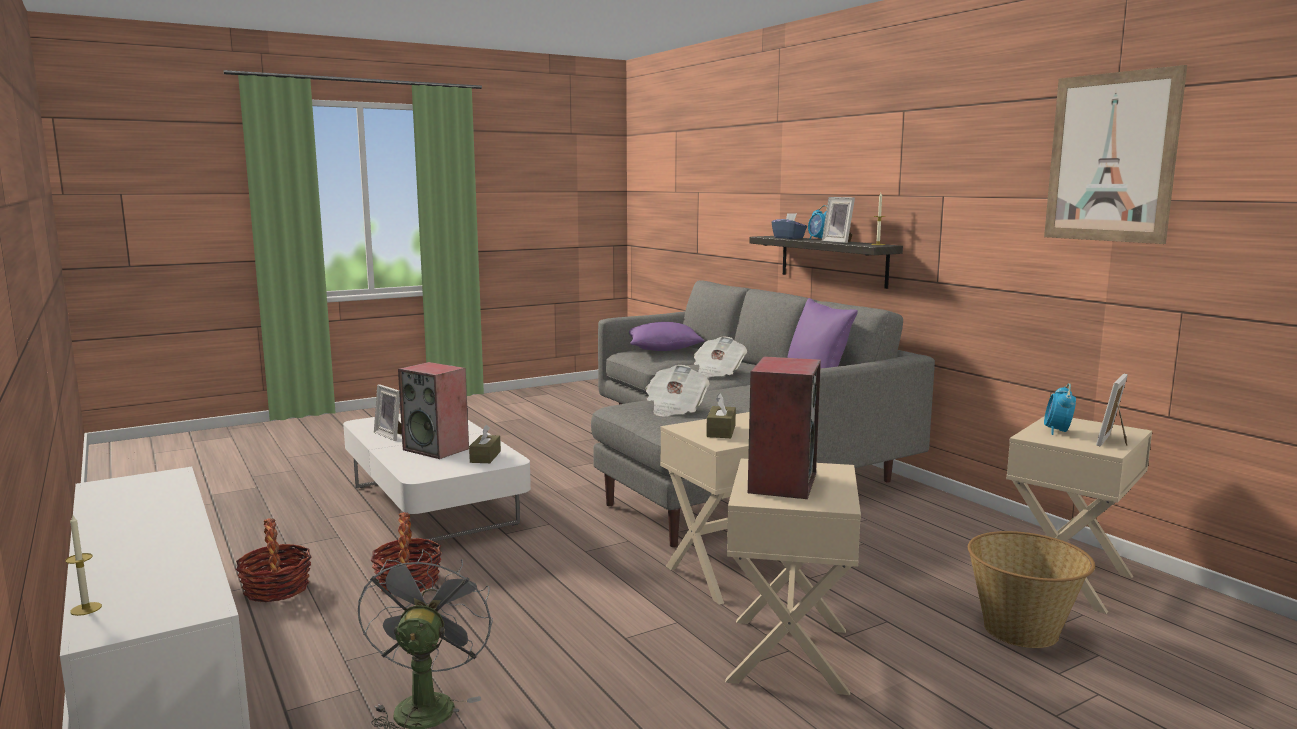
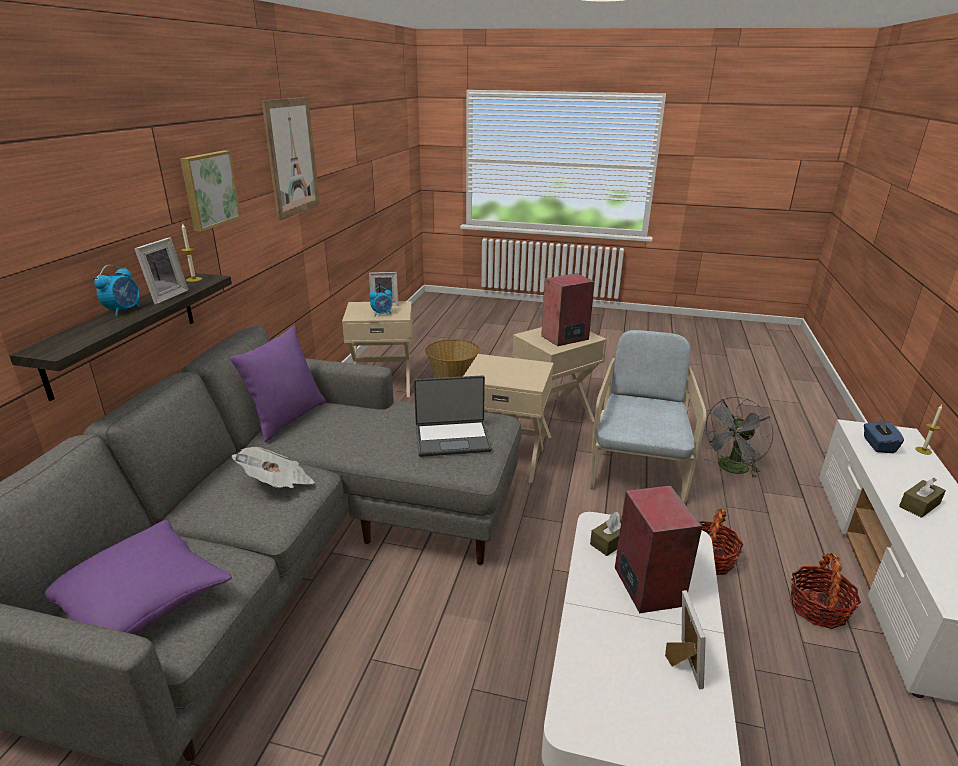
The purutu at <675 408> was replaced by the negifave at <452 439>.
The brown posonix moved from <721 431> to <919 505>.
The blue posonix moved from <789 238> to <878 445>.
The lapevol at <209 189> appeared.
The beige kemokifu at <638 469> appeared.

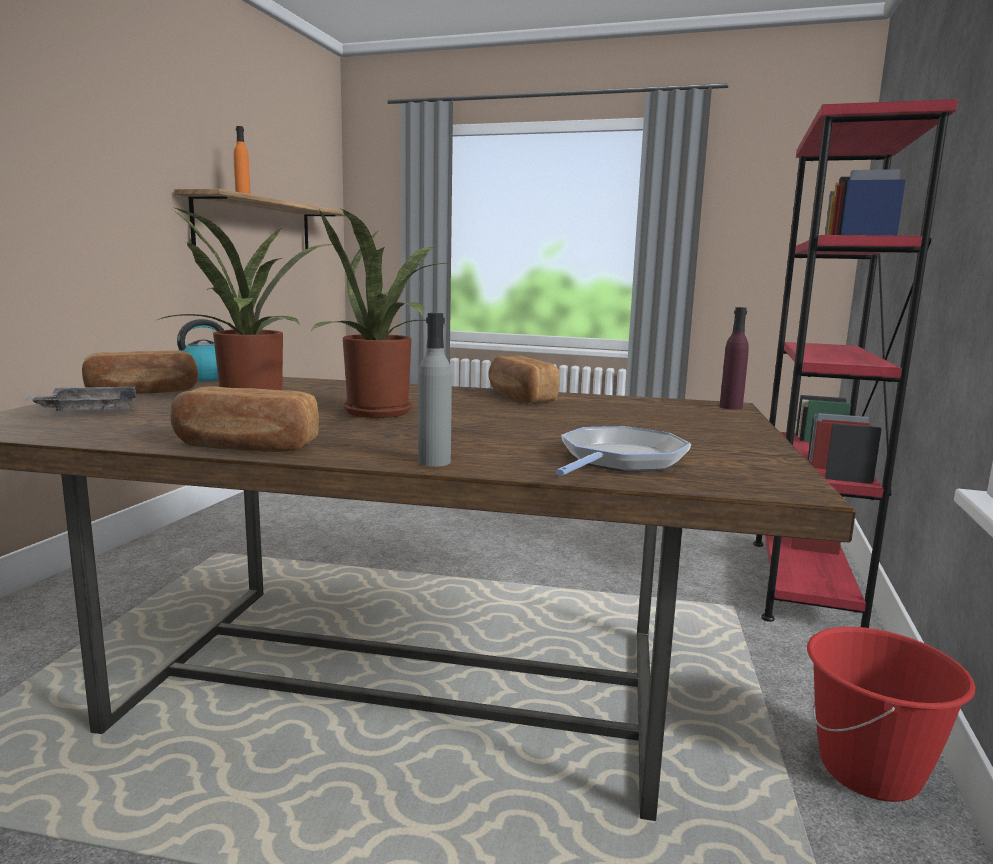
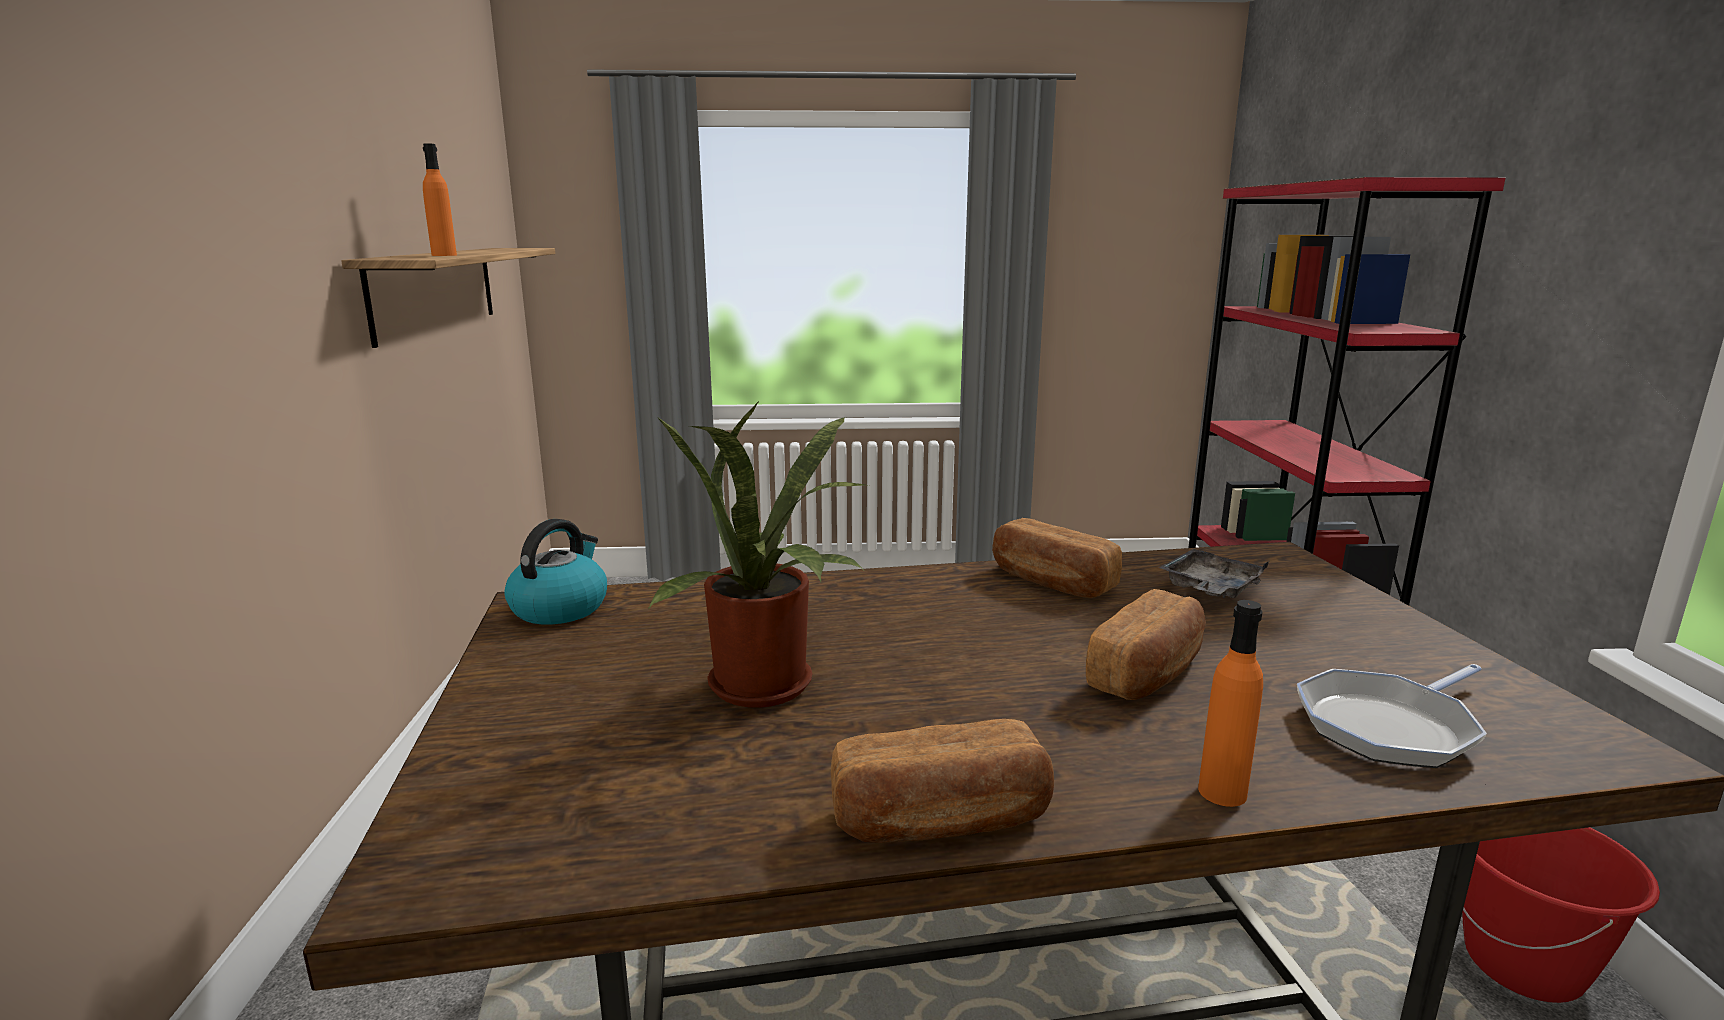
The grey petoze moved from <91 411> to <1210 588>.
The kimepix moved from <143 392> to <1148 672>.
The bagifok at <384 413> disappeared.
The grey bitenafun at <434 462> became the orange bitenafun at <1222 792>.
The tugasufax at <619 460> turned 135 degrees counterclockwise.
The purple bitenafun at <731 407> disappeared.

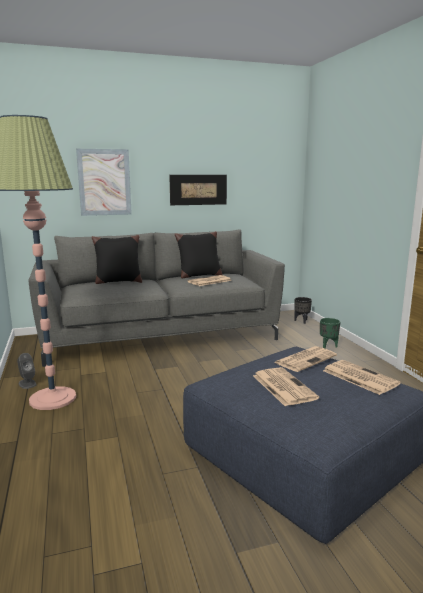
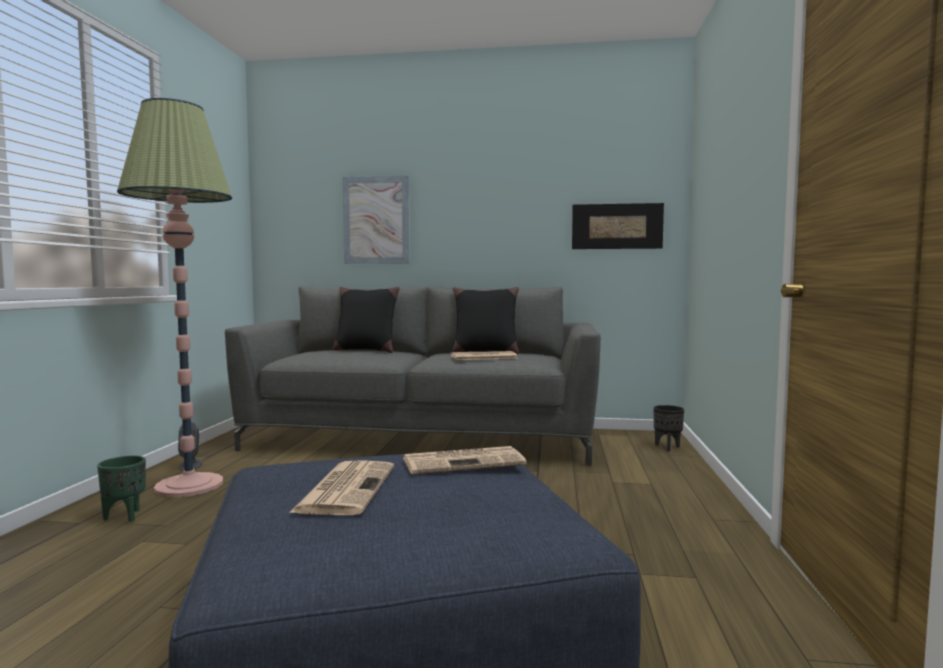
The lapevol moved from <198 189> to <617 226>.
The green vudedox moved from <328 346> to <125 516>.
The purutu at <358 377> disappeared.

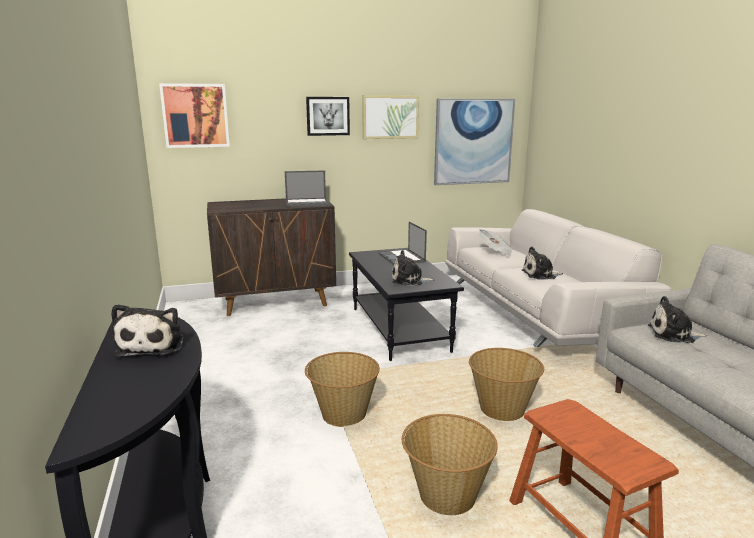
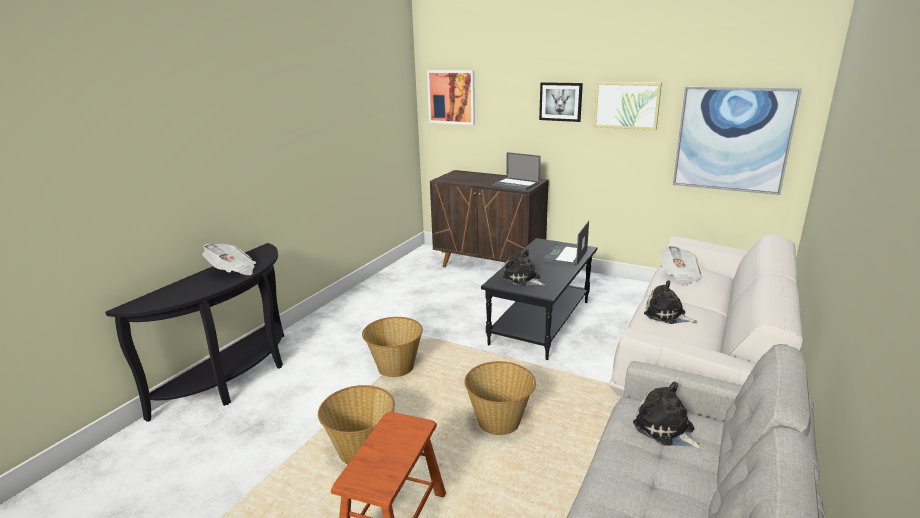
The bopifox at <153 345> was replaced by the purutu at <232 271>.

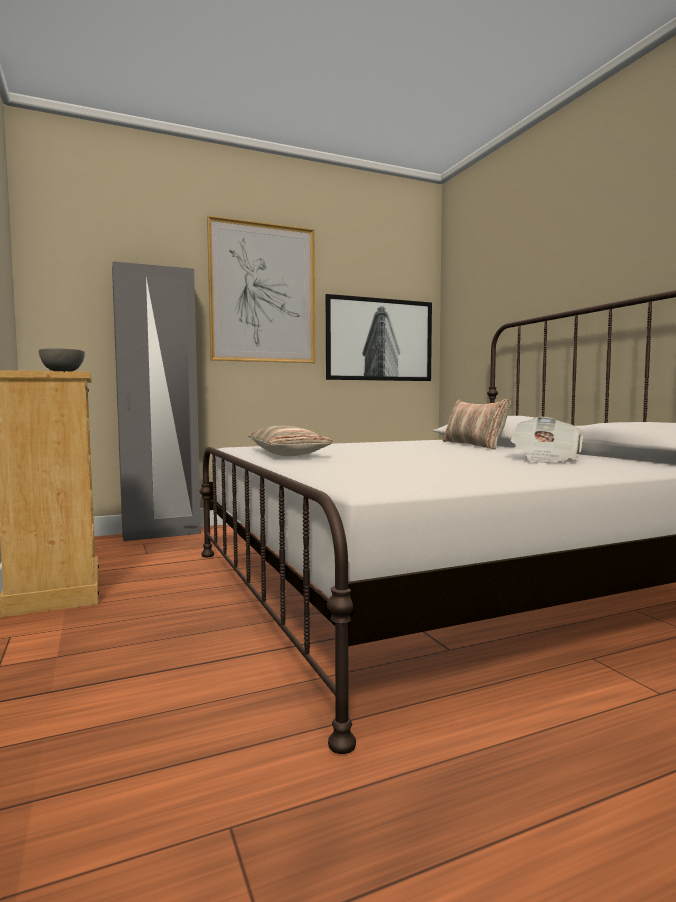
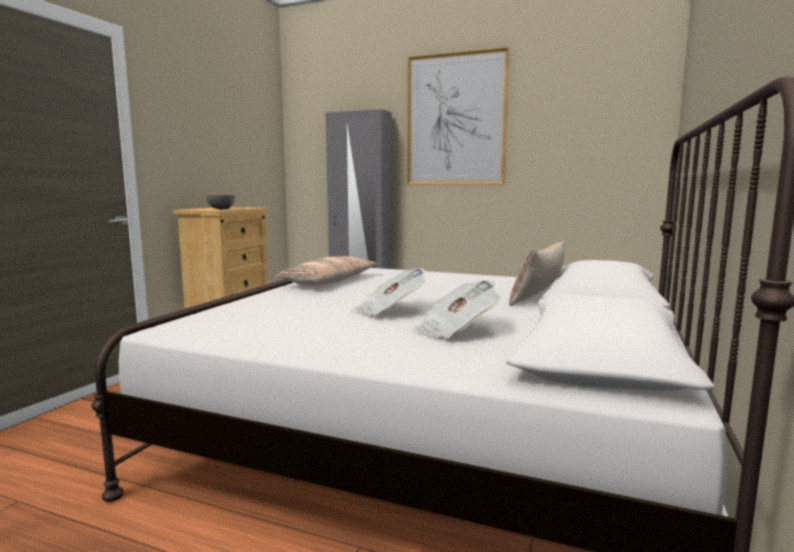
The lapevol at <380 339> disappeared.
The purutu at <388 311> appeared.

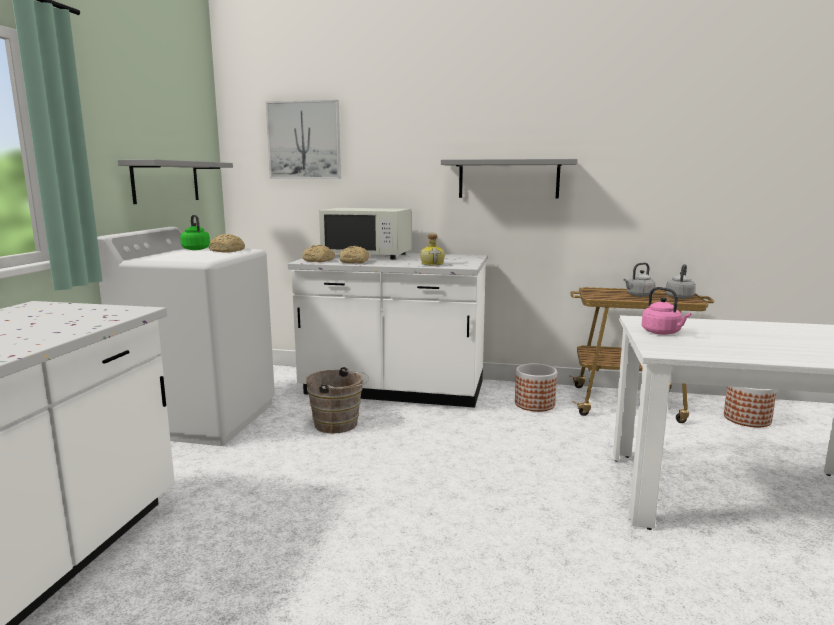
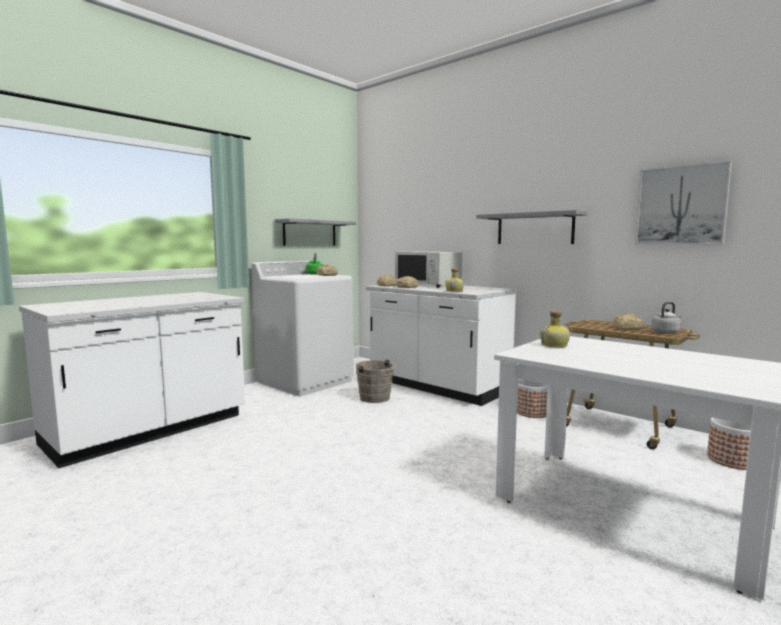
The lapevol moved from <304 140> to <681 205>.
The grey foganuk at <638 295> was replaced by the kimepix at <627 328>.
The pink foganuk at <662 333> was replaced by the bitenafun at <555 345>.

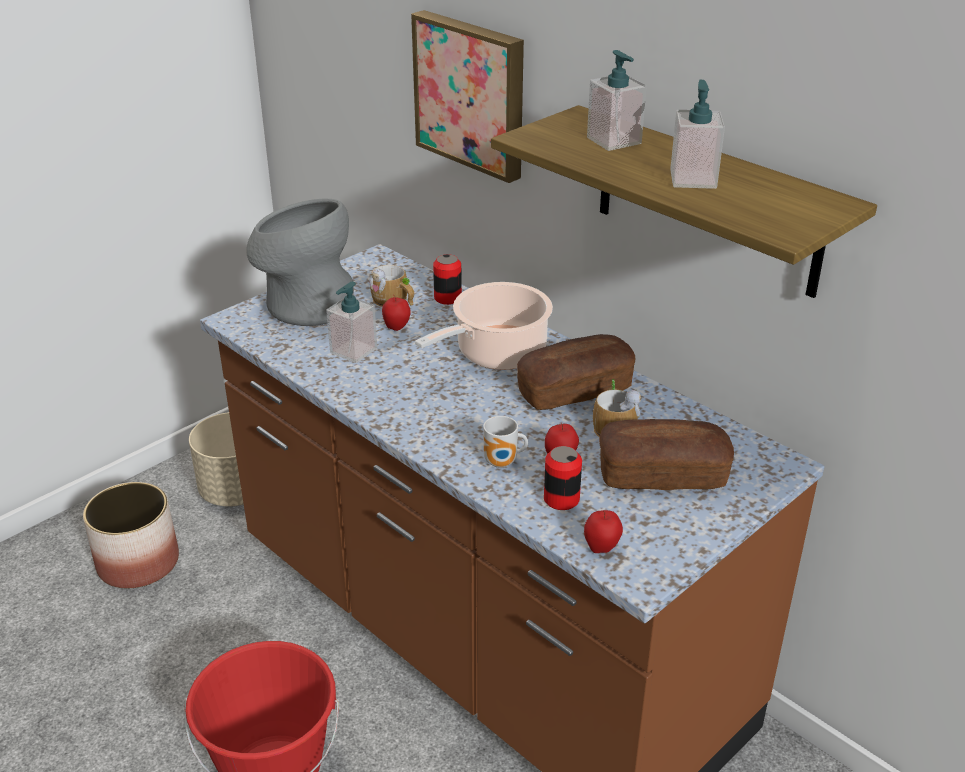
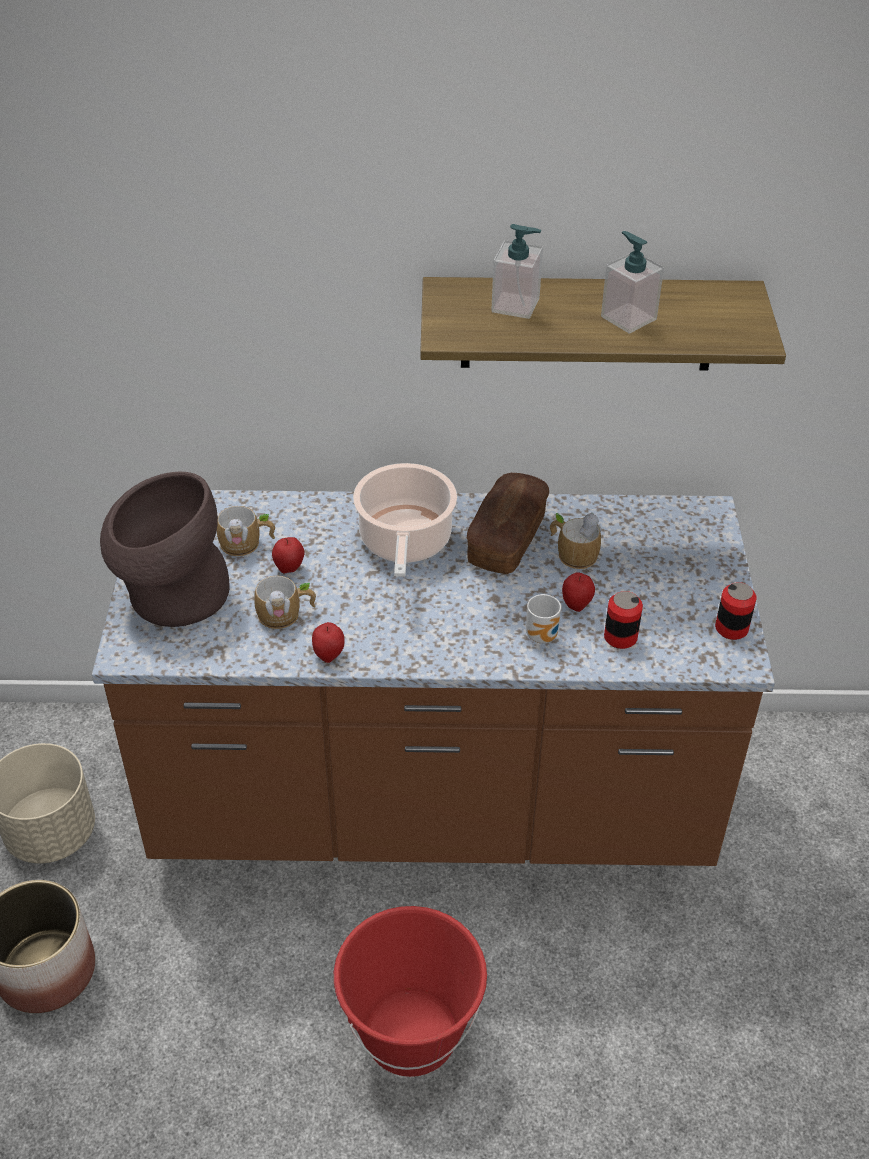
The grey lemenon at <305 304> became the brown lemenon at <170 596>.
The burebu at <353 351> was replaced by the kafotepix at <286 614>.
The lapevol at <472 94> disappeared.
The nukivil moved from <447 298> to <731 628>.
The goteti moved from <601 548> to <329 655>.
The kimepix at <662 475> disappeared.

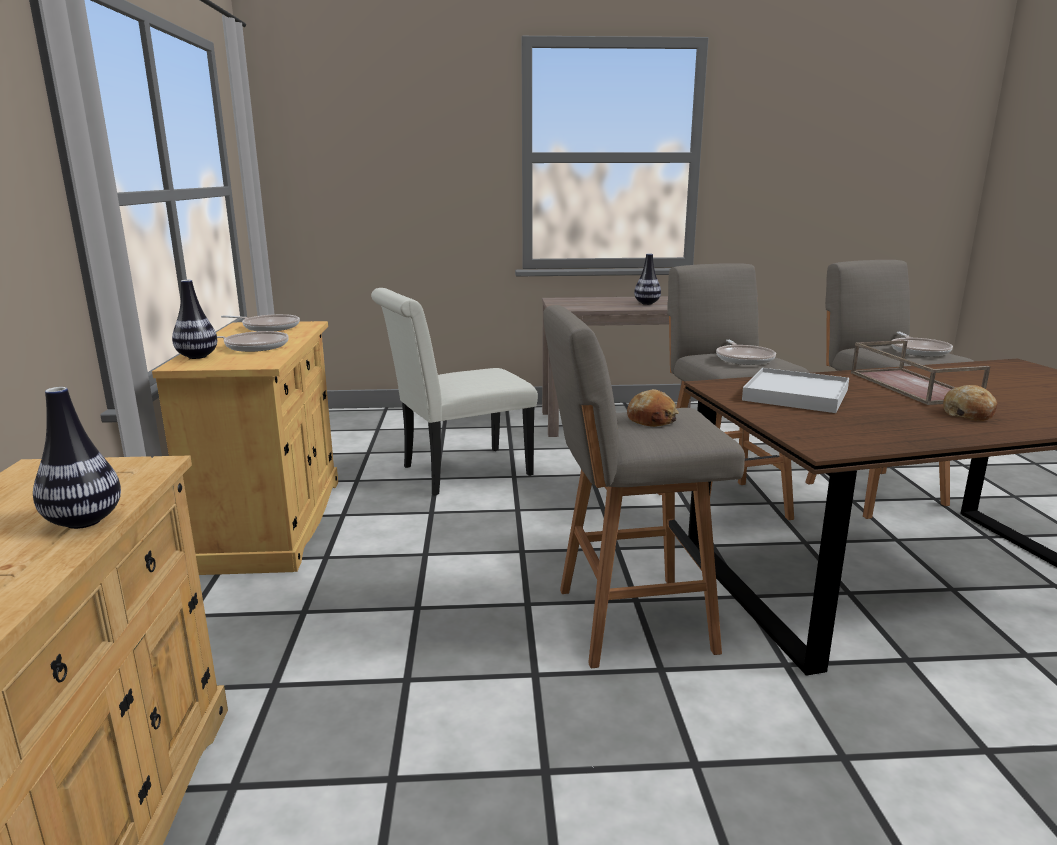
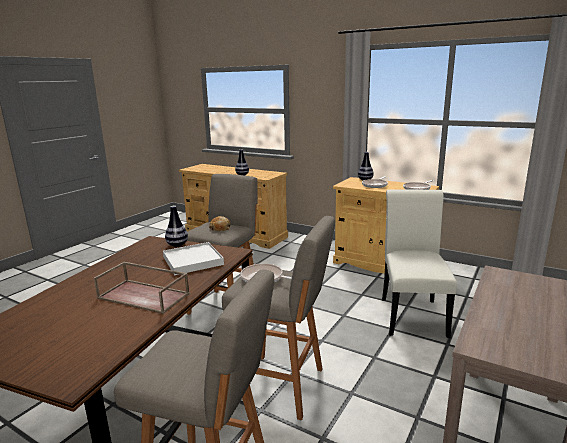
The lemenon moved from <647 303> to <177 245>.
The tugasufax at <918 351> disappeared.
The kimepix at <968 413> disappeared.

